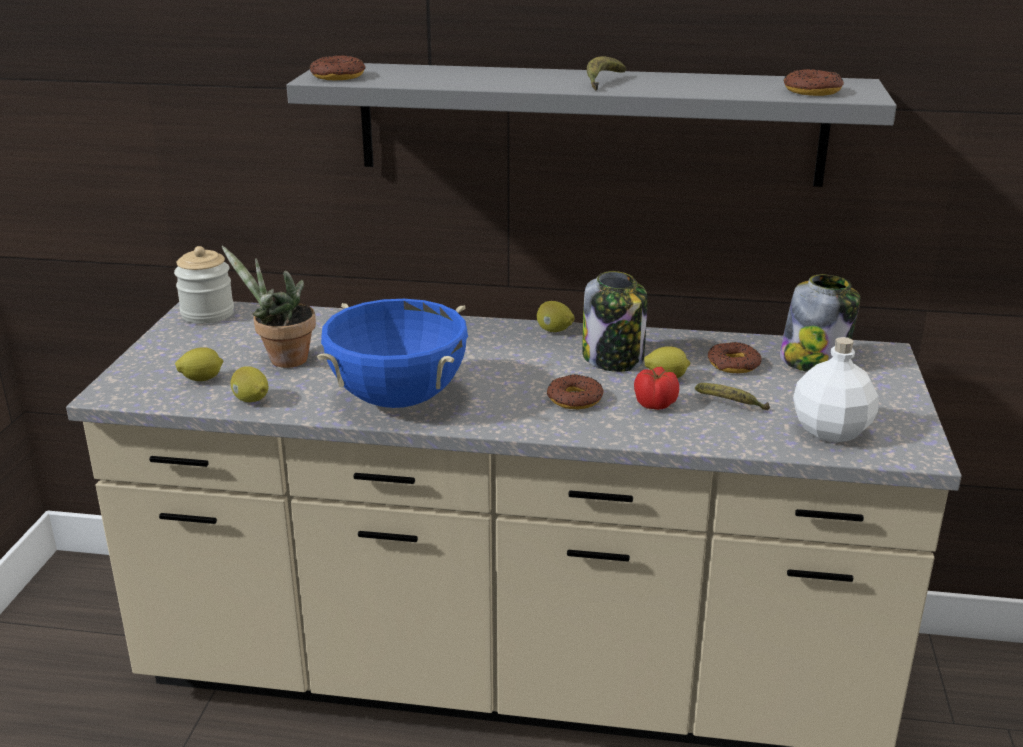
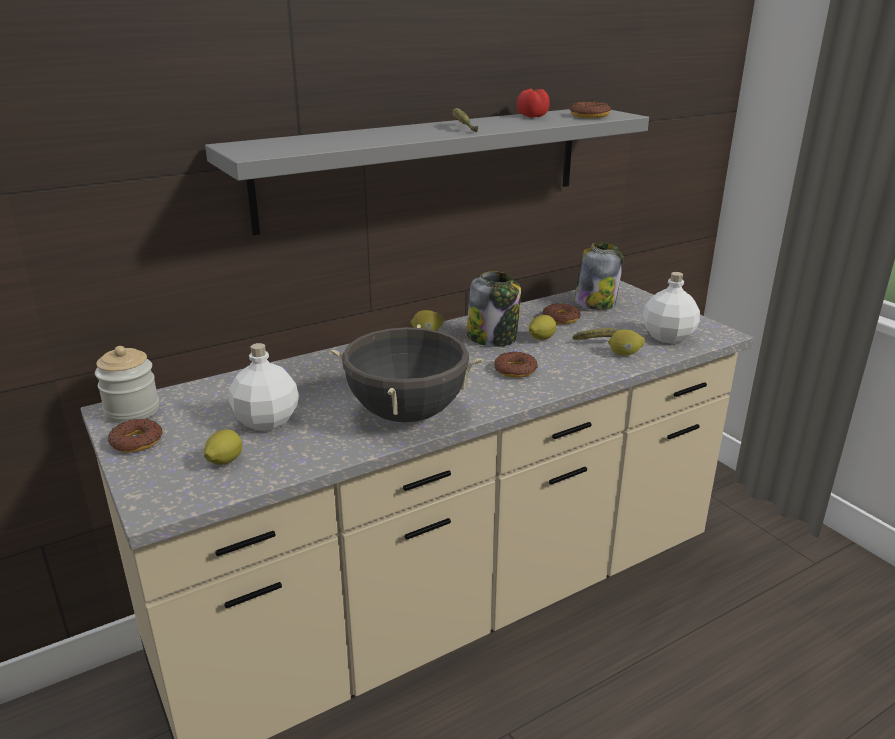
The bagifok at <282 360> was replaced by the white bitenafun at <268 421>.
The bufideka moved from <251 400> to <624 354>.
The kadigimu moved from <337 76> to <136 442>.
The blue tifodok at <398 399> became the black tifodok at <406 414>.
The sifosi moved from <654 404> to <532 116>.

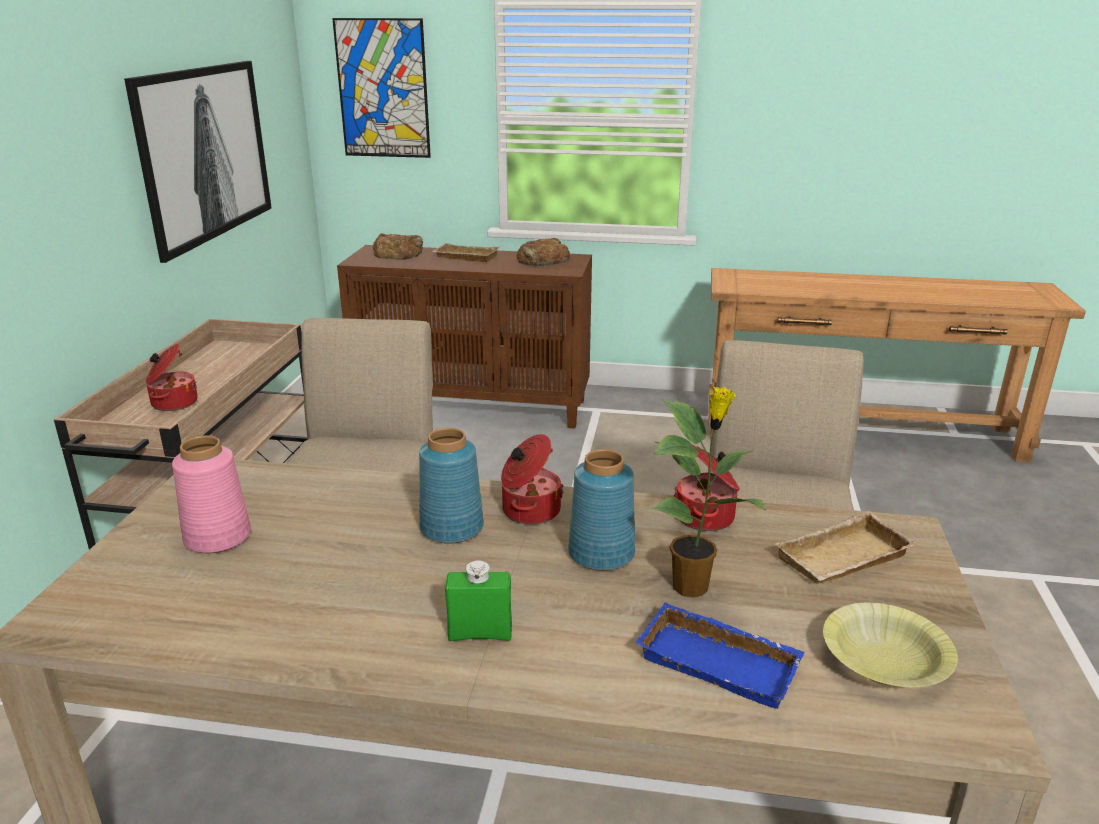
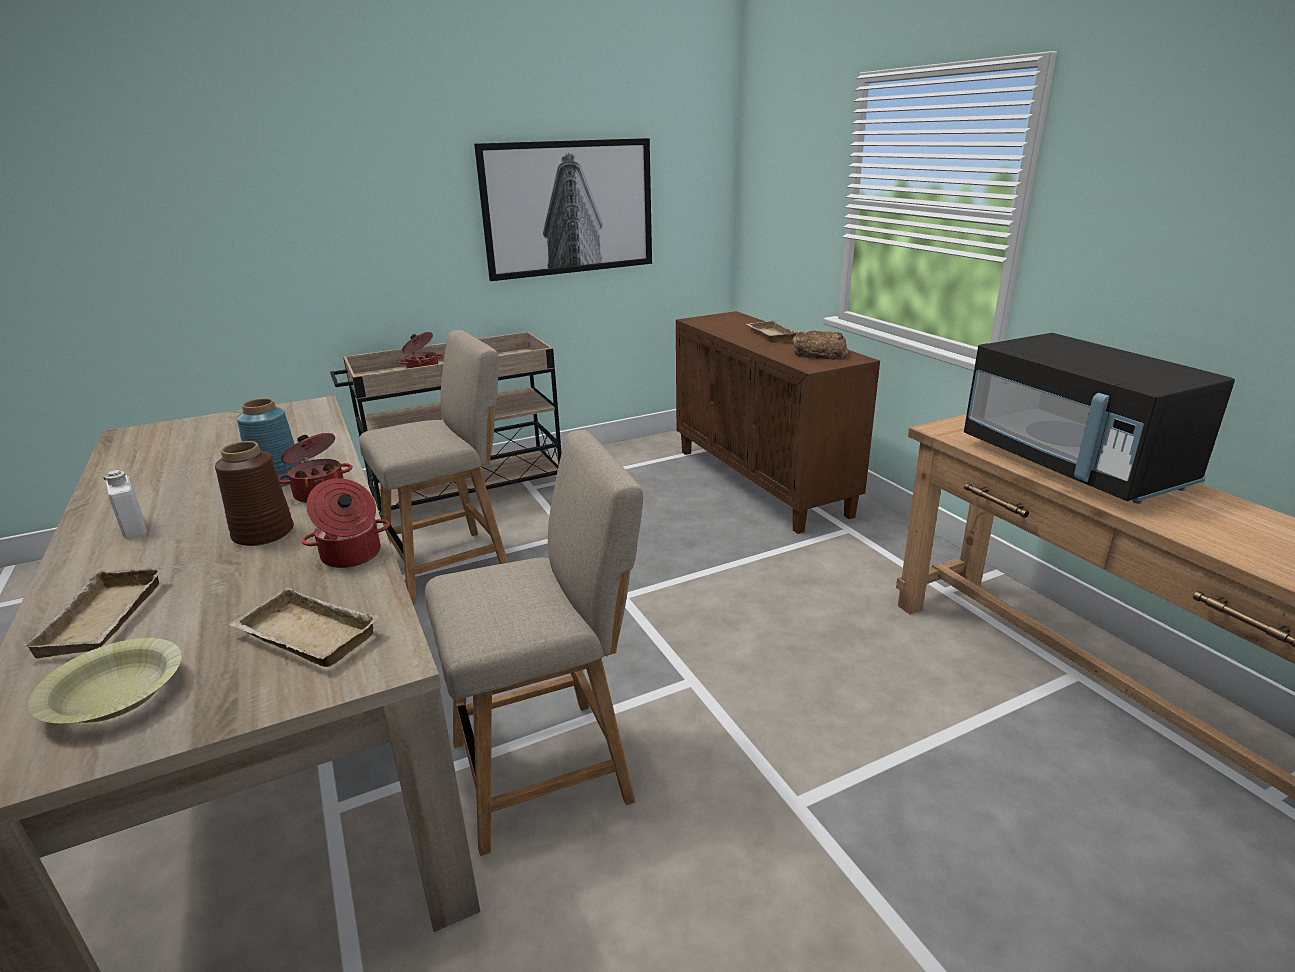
The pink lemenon at <216 538> disappeared.
The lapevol at <383 89> disappeared.
The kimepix at <398 253> disappeared.
The green bitenafun at <480 634> became the white bitenafun at <134 528>.
The blue lemenon at <602 553> became the brown lemenon at <264 534>.
The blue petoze at <721 661> became the beige petoze at <107 619>.
The bagifok at <693 587> disappeared.
The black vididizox at <1071 465> appeared.

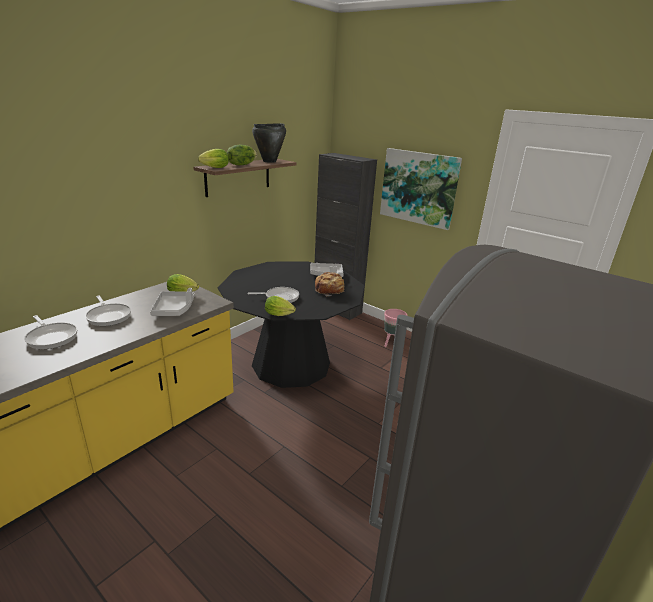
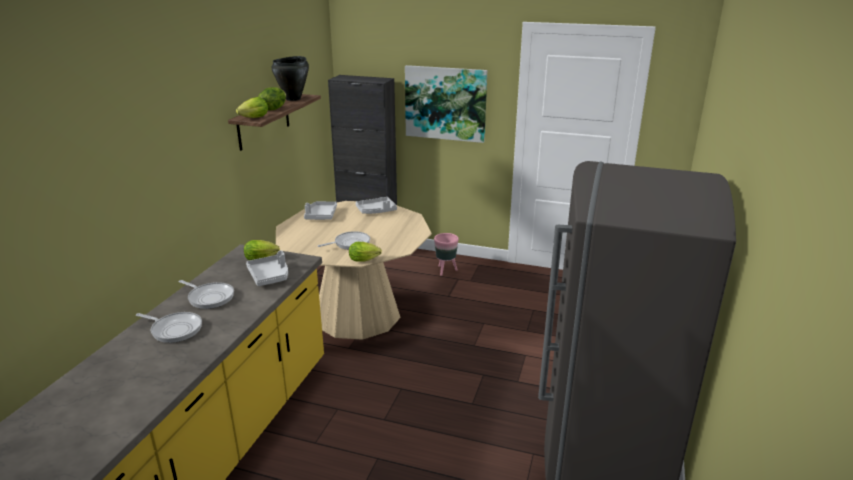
The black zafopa at <291 364> became the beige zafopa at <357 315>.
The kimepix at <329 290> disappeared.
The grey petoze at <321 215> appeared.

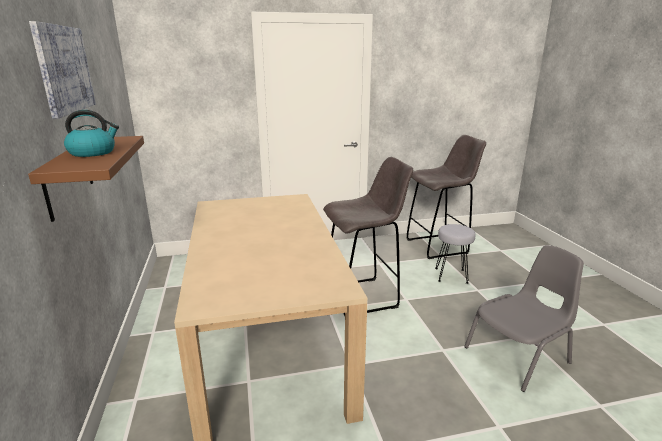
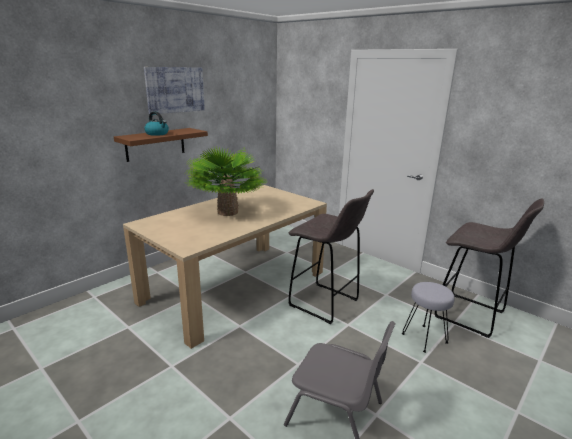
The bagifok at <228 212> appeared.

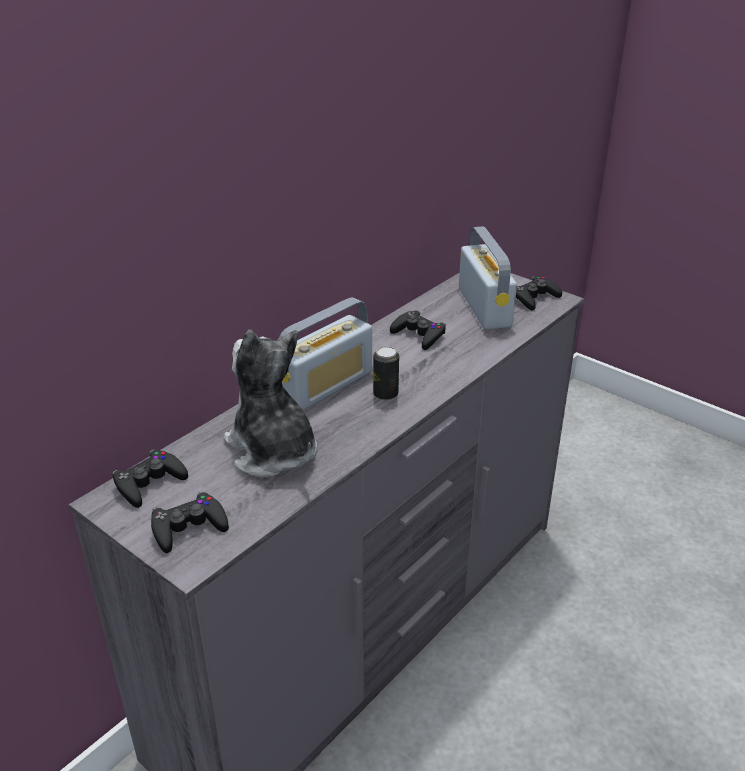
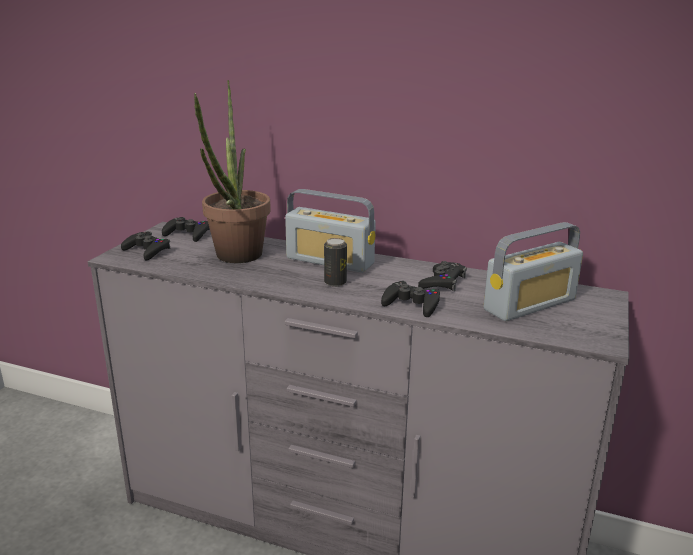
The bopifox at <273 452> was replaced by the bagifok at <235 258>.
The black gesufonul moved from <534 298> to <412 304>.

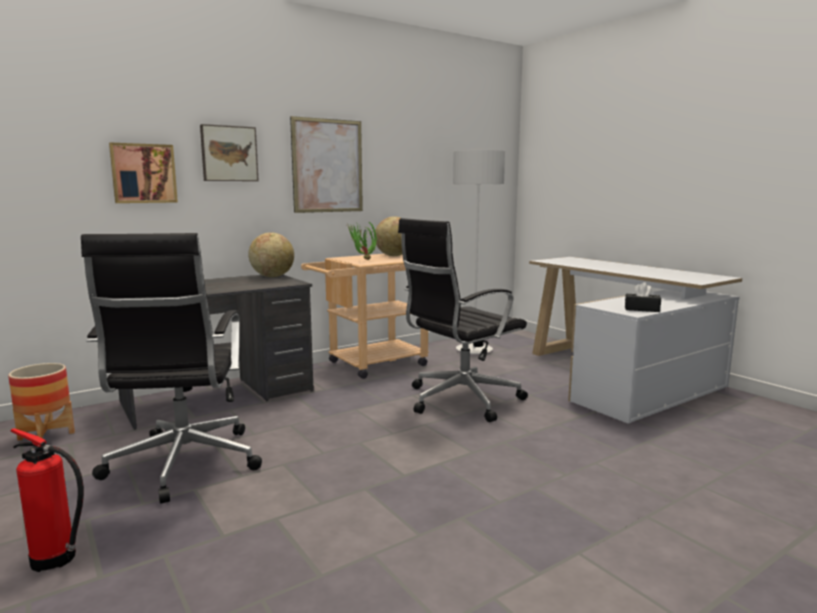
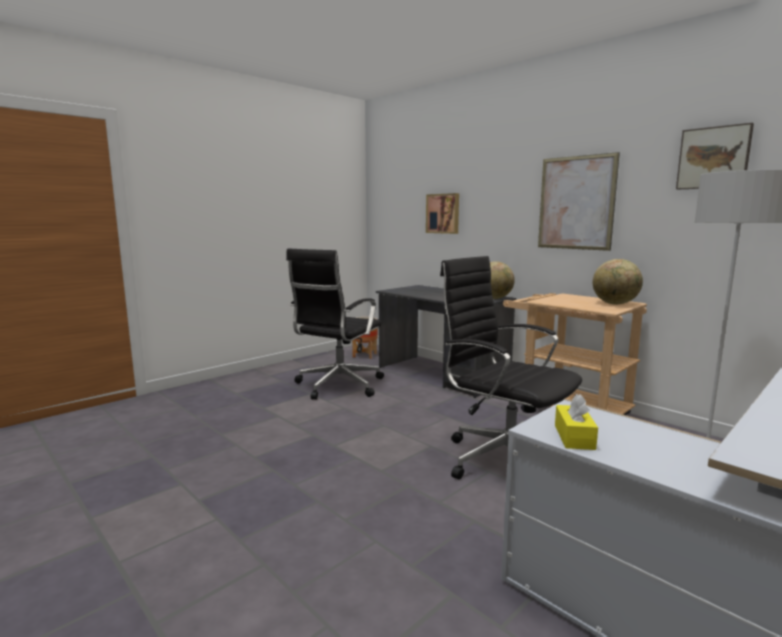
The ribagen at <56 560> disappeared.
The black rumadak at <182 465> turned 45 degrees counterclockwise.
The lapevol moved from <229 153> to <713 158>.
The bagifok at <363 260> disappeared.
The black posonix at <642 309> became the yellow posonix at <574 437>.

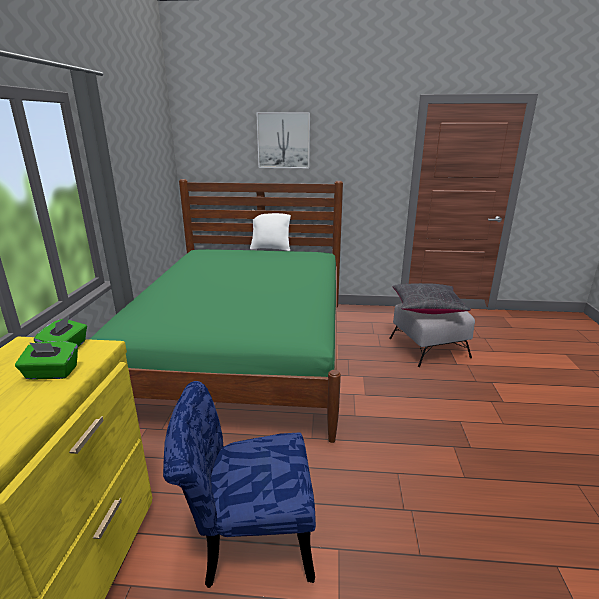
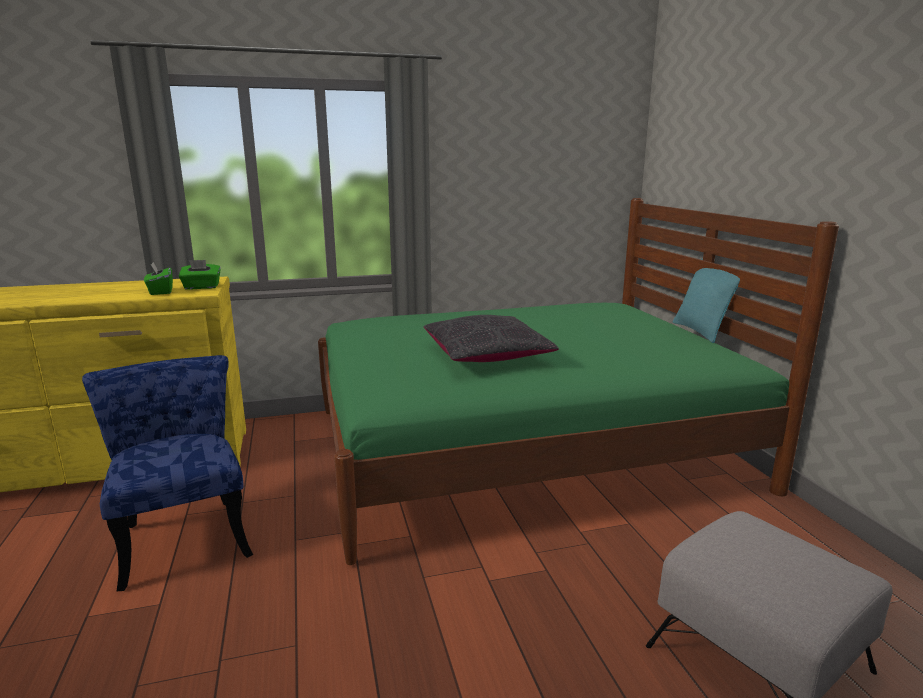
The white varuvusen at <271 248> became the turquoise varuvusen at <701 332>.
The lapevol at <283 140> disappeared.
The black varuvusen moved from <427 307> to <486 356>.

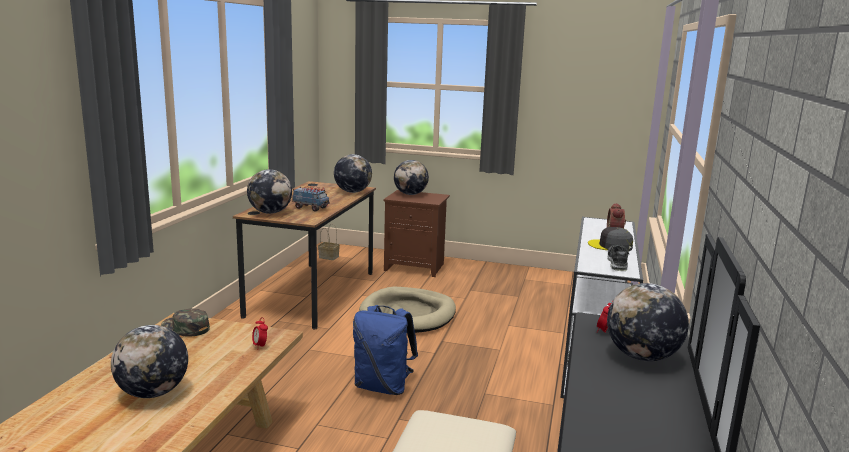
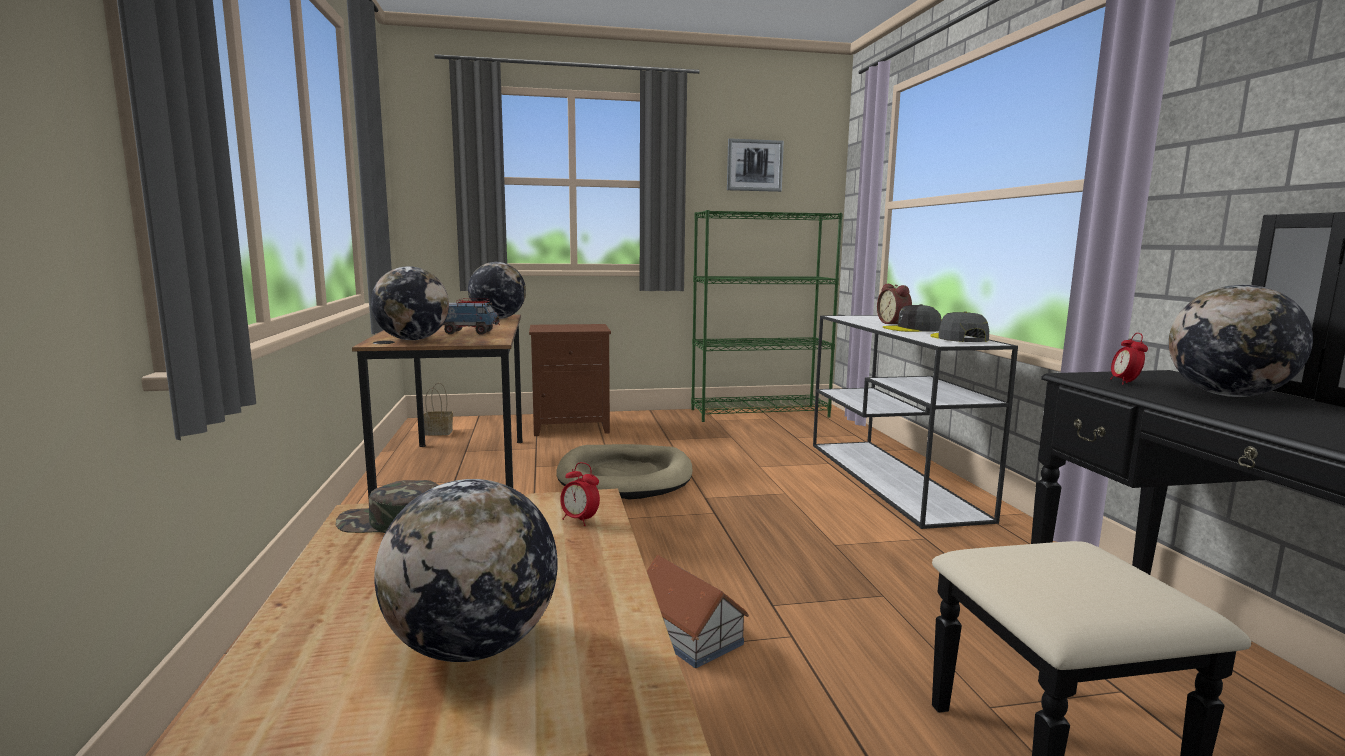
The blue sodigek at <383 387> disappeared.
The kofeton at <410 194> disappeared.
The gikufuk at <616 263> was replaced by the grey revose at <958 338>.
The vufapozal at <687 632> appeared.
The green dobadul at <760 413> appeared.
The lapevol at <754 165> appeared.

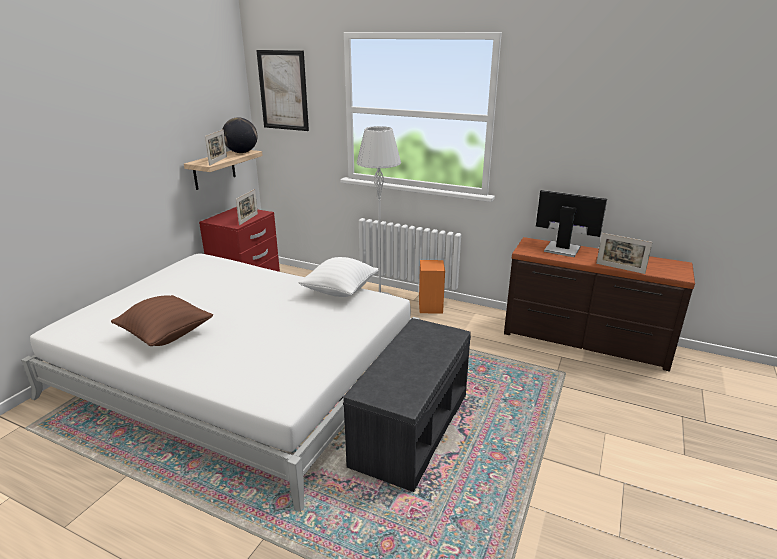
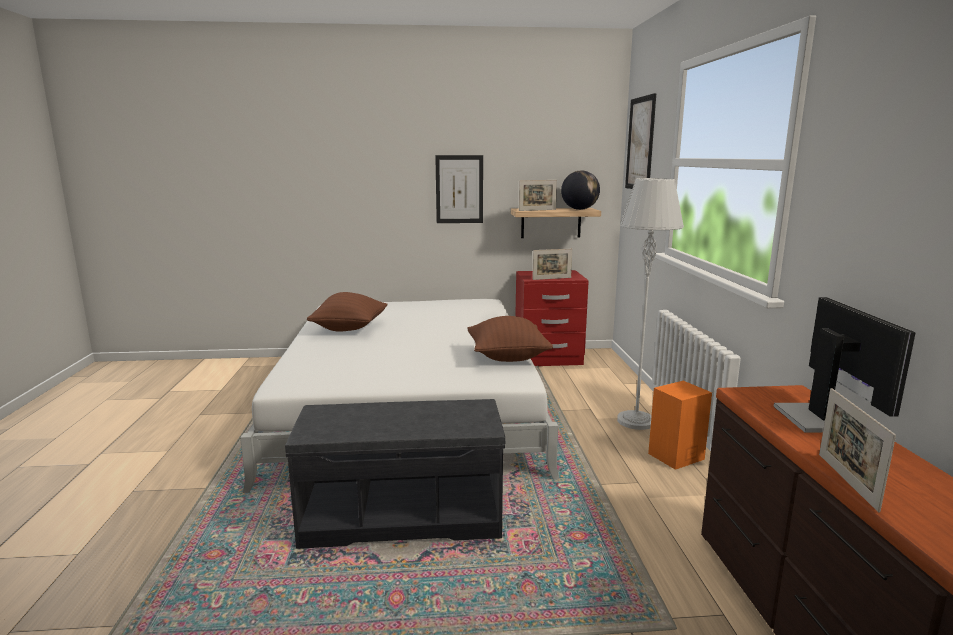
The white varuvusen at <340 291> became the brown varuvusen at <507 357>.
The lapevol at <459 189> appeared.

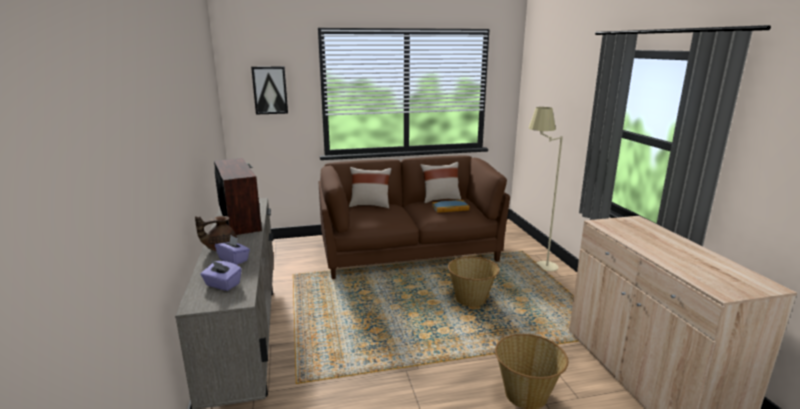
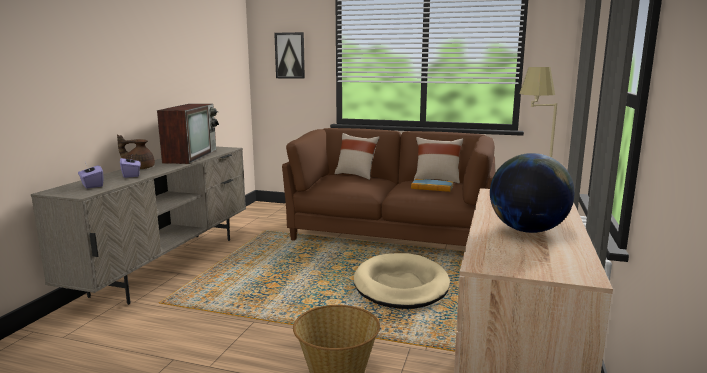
The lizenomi at <471 299> was replaced by the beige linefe at <401 285>.
The kofeton at <527 230> appeared.

